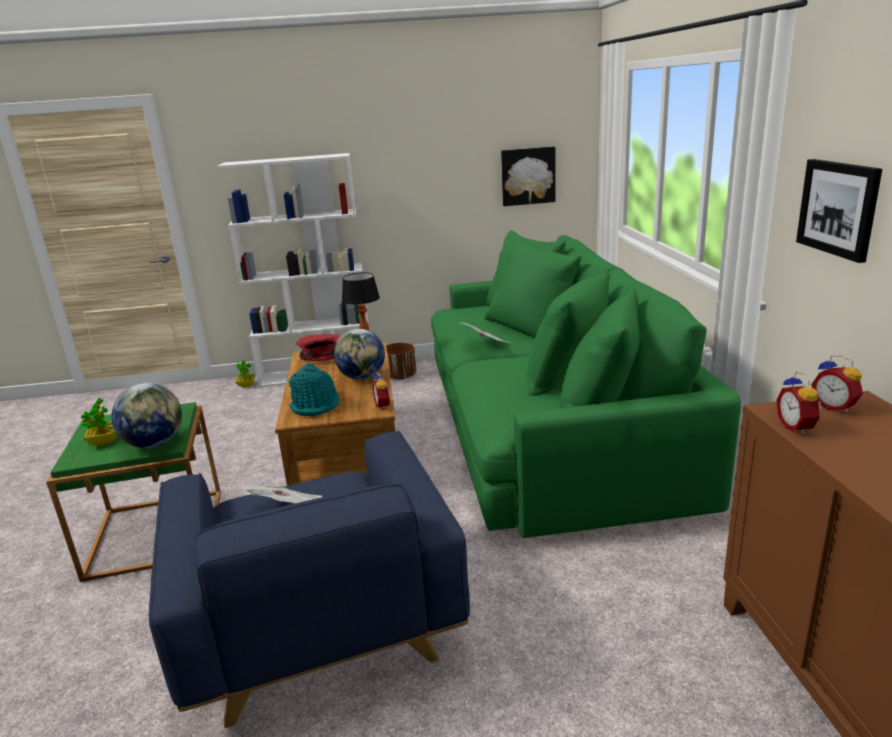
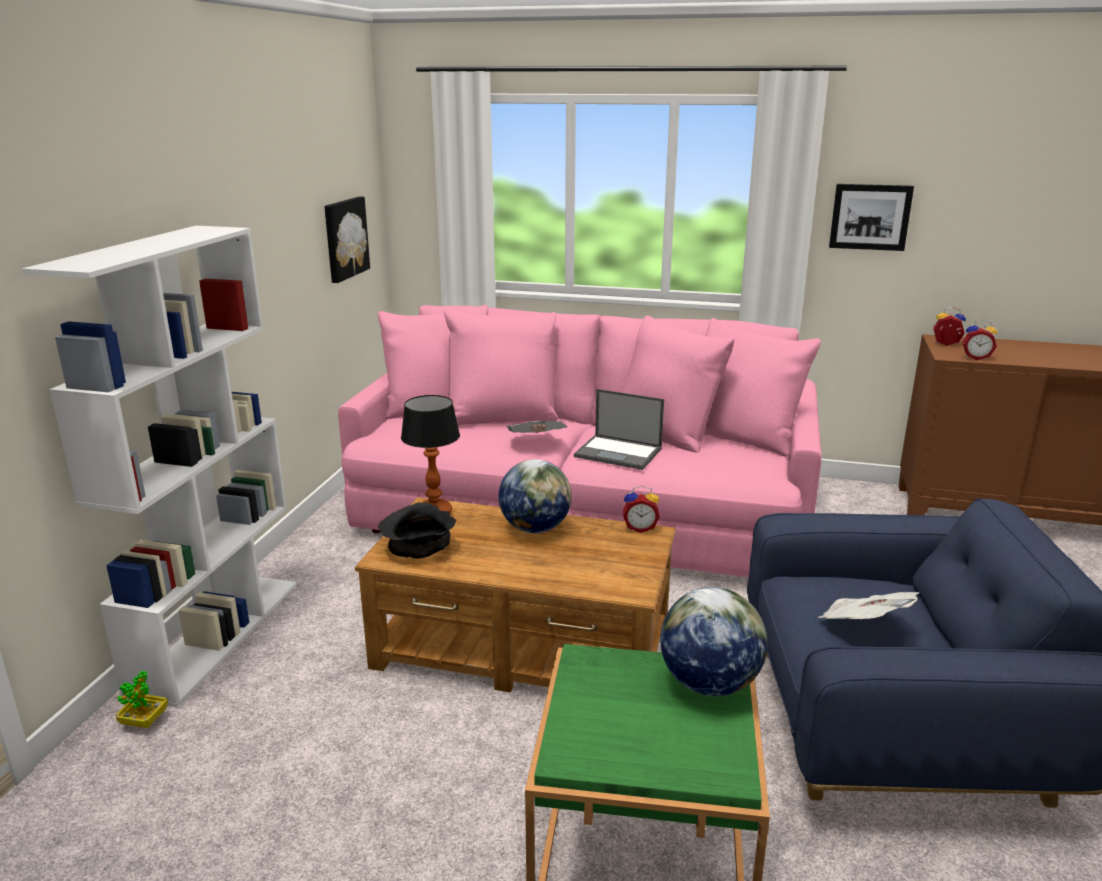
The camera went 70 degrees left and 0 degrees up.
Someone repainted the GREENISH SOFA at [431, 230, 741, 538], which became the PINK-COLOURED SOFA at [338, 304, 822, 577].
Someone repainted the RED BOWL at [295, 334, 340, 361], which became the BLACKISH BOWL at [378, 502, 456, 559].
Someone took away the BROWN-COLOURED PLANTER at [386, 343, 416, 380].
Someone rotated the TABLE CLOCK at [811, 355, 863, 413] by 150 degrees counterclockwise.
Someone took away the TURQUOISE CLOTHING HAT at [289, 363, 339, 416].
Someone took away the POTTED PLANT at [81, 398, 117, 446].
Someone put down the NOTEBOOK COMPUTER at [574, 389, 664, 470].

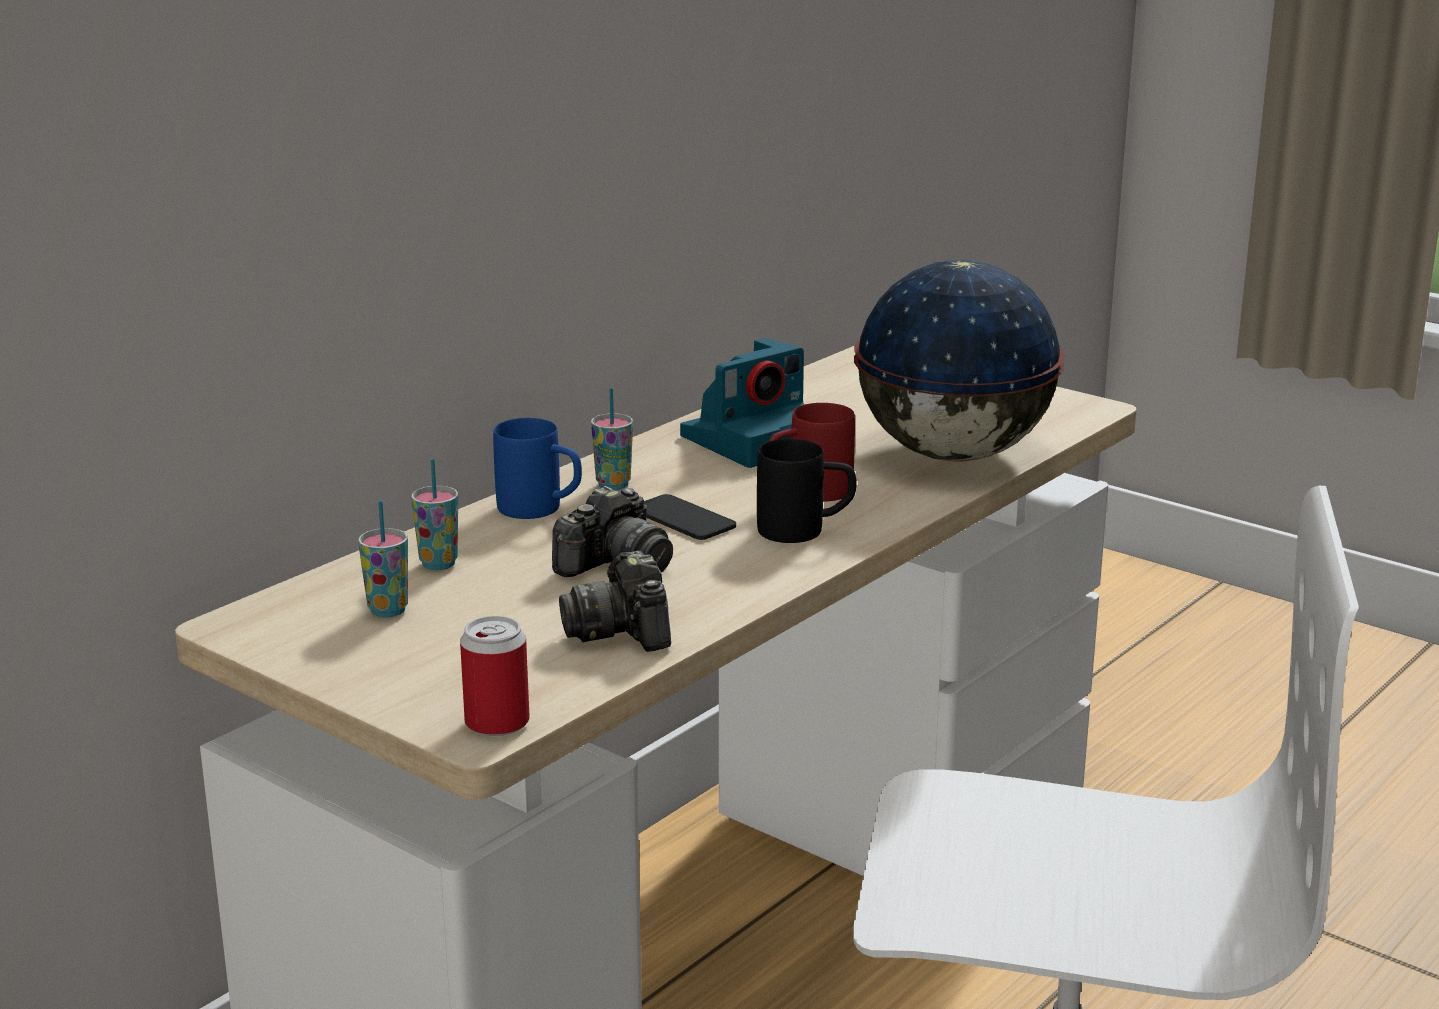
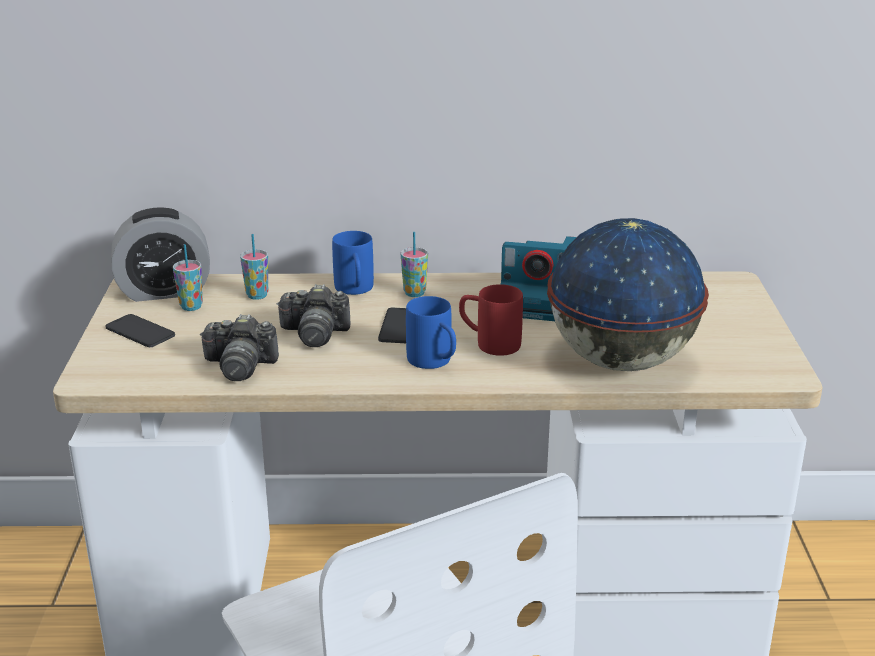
The camera went 50 degrees right and 5 degrees up.
Someone repainted the BLACKISH TEA MUG at [757, 439, 856, 543], which became the BLUE TEA MUG at [406, 296, 456, 369].
Someone rotated the PHOTO CAMERA at [559, 551, 671, 652] by 120 degrees counterclockwise.
Someone took away the METAL CAN at [460, 616, 530, 736].
Someone put down the TABLE CLOCK at [112, 208, 210, 302].
Someone put down the PHONE at [105, 314, 175, 347].

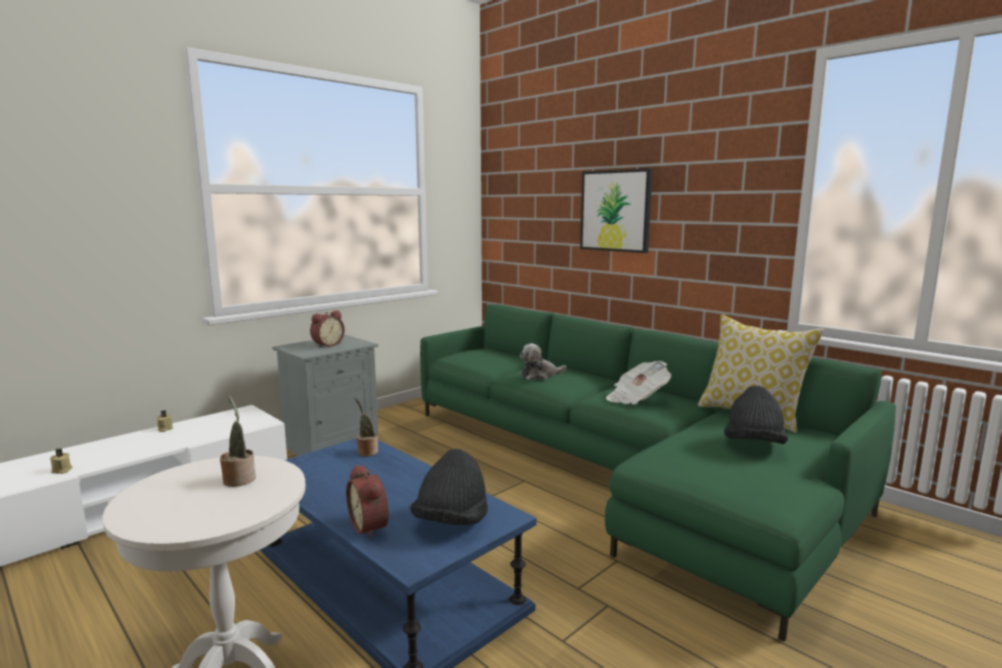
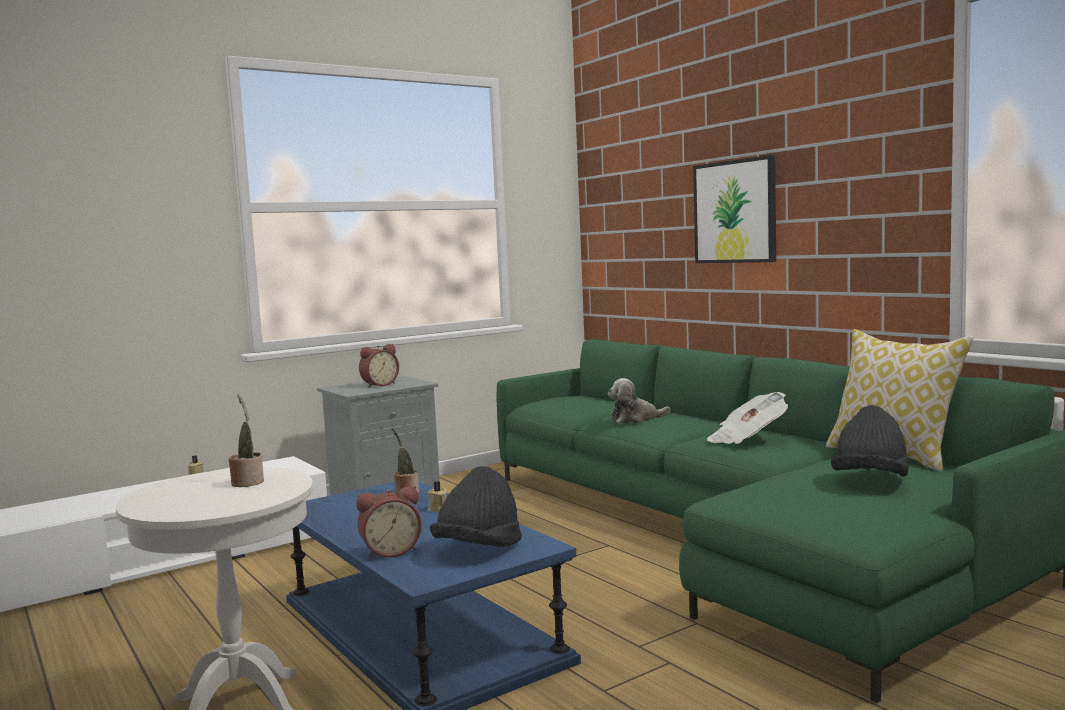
The camera went 10 degrees right and 5 degrees down.
Someone carried the SAND-COLOURED WAX CANDLE from [50, 449, 73, 474] to [428, 481, 447, 512].
Someone rotated the TABLE CLOCK at [346, 464, 389, 539] by 90 degrees counterclockwise.

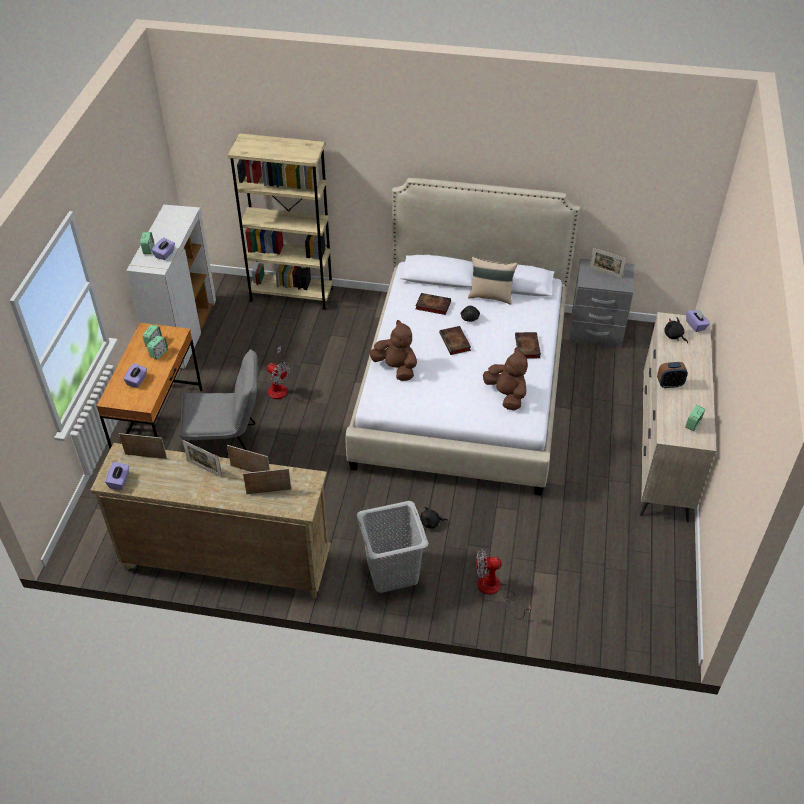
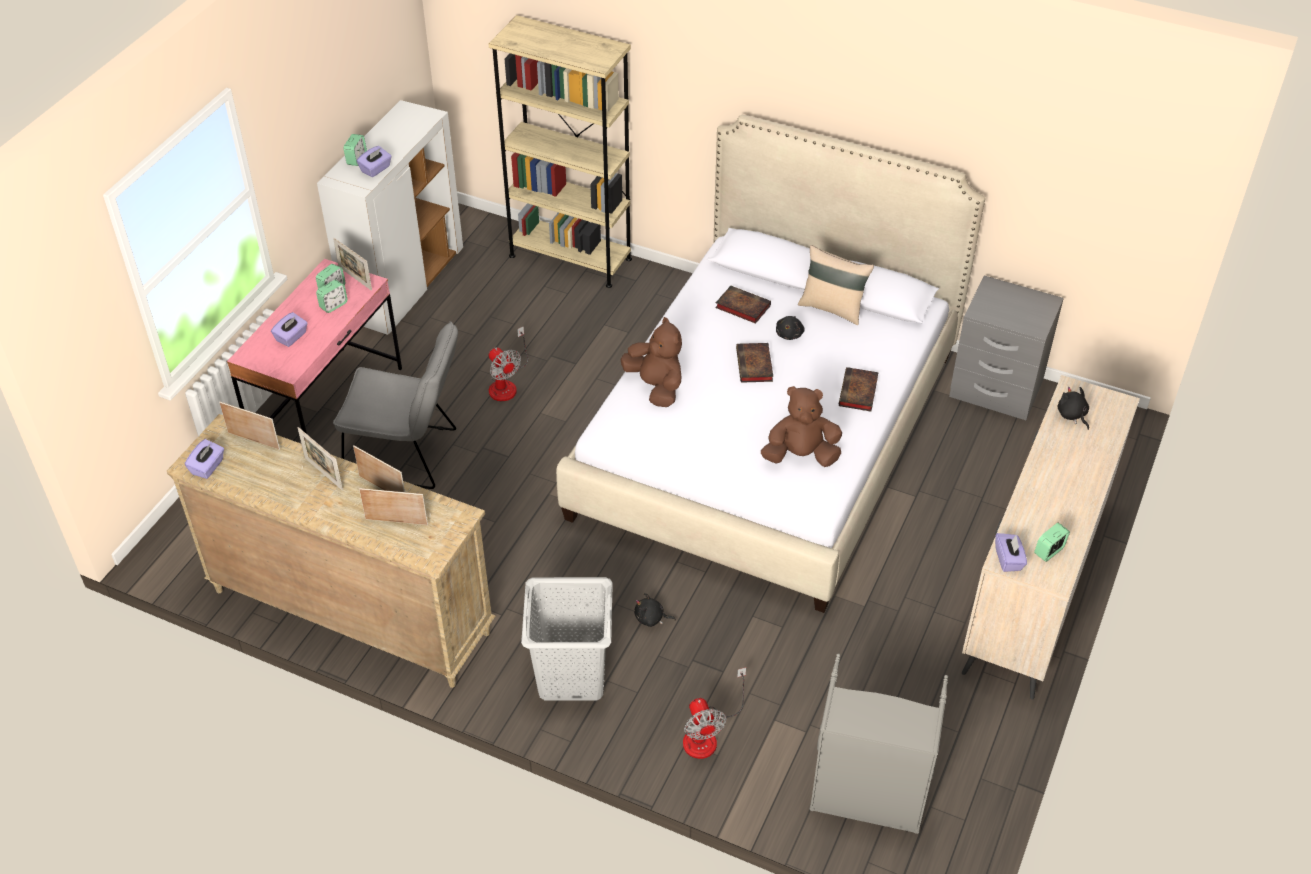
The camera went 15 degrees right and 0 degrees up.
Someone carried the PHOTO FRAME from [590, 248, 626, 278] to [333, 238, 372, 291].
Someone carried the PURPLE-COLOURED BOX OF TISSUES from [686, 309, 709, 332] to [995, 533, 1027, 572].
Someone repainted the BROWN-COLOURED DESK at [96, 323, 202, 449], which became the PINK-COLOURED DESK at [227, 259, 402, 434].
Someone rotated the BROWN-COLOURED PLUSH TOY at [483, 348, 528, 410] by 75 degrees counterclockwise.
Someone took away the TABLE CLOCK at [657, 362, 688, 388].
Someone rotated the FAN at [476, 549, 531, 619] by 120 degrees counterclockwise.
Someone put down the GRAY HAMPER at [810, 653, 948, 834].

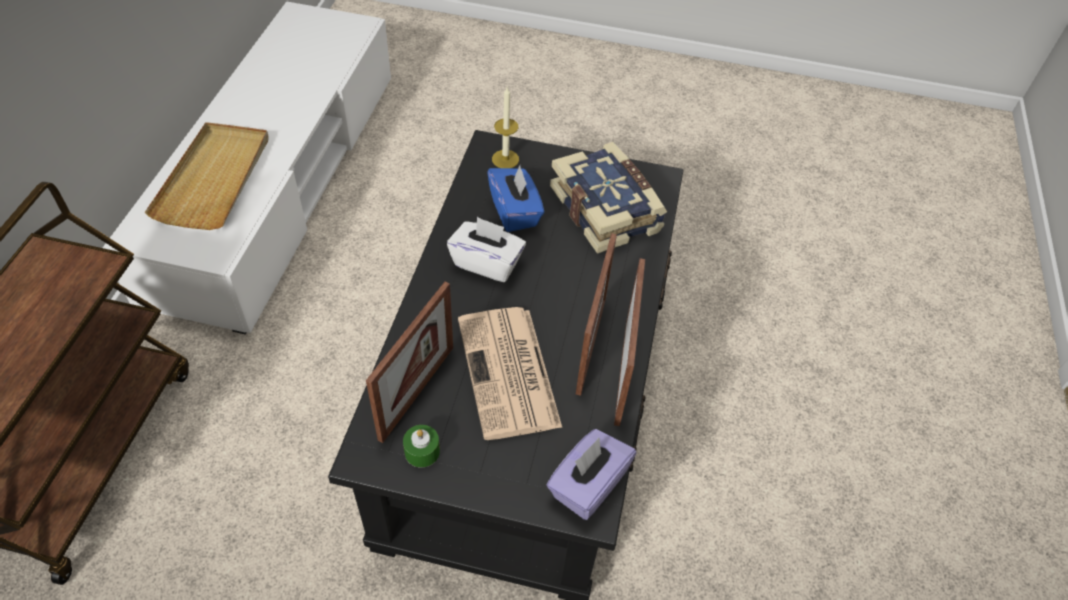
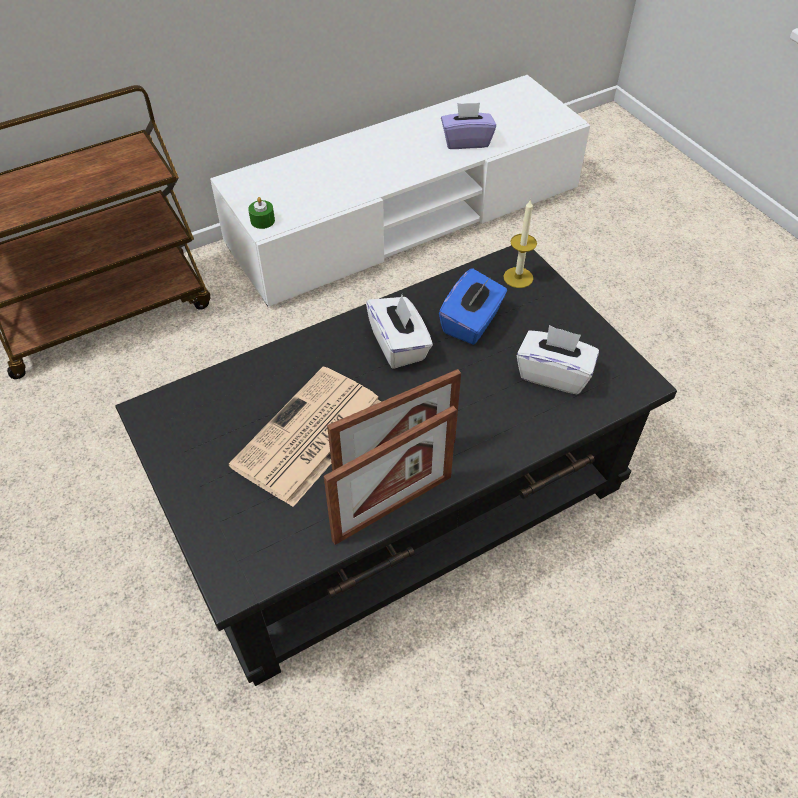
The camera went 50 degrees right and 0 degrees up.
Someone took away the SAND-COLOURED SERVING TRAY at [144, 122, 269, 230].
Someone swapped the BOOK at [550, 142, 667, 254] for the WHITISH BOX OF TISSUES at [517, 325, 599, 394].
Someone took away the PHOTO FRAME at [366, 282, 453, 443].
Someone carried the GREENISH WAX CANDLE from [403, 425, 440, 468] to [248, 197, 275, 229].
Someone carried the PURPLE-COLOURED BOX OF TISSUES from [547, 429, 636, 520] to [441, 103, 496, 149].

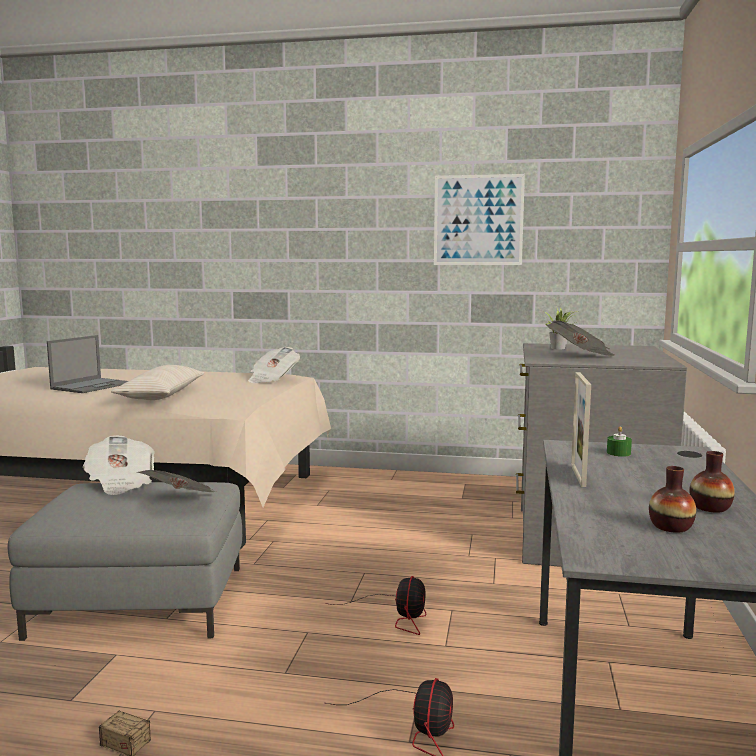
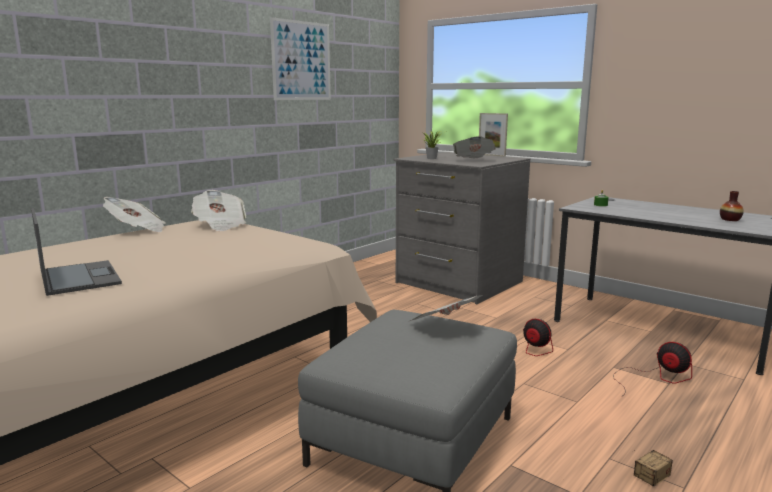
The camera went 60 degrees left and 5 degrees up.
Someone took away the SAND-COLOURED PILLOW at [111, 365, 205, 400].
Someone carried the PHOTO FRAME from [571, 372, 591, 487] to [479, 113, 508, 157].
Someone carried the PRINTED PAPER from [83, 435, 155, 495] to [103, 197, 166, 232].
Someone took away the VASE at [689, 451, 735, 513].

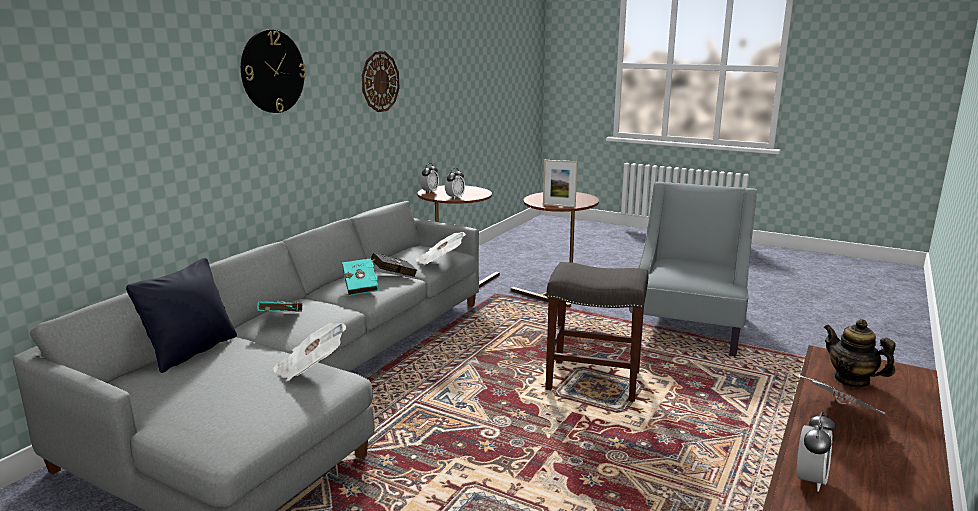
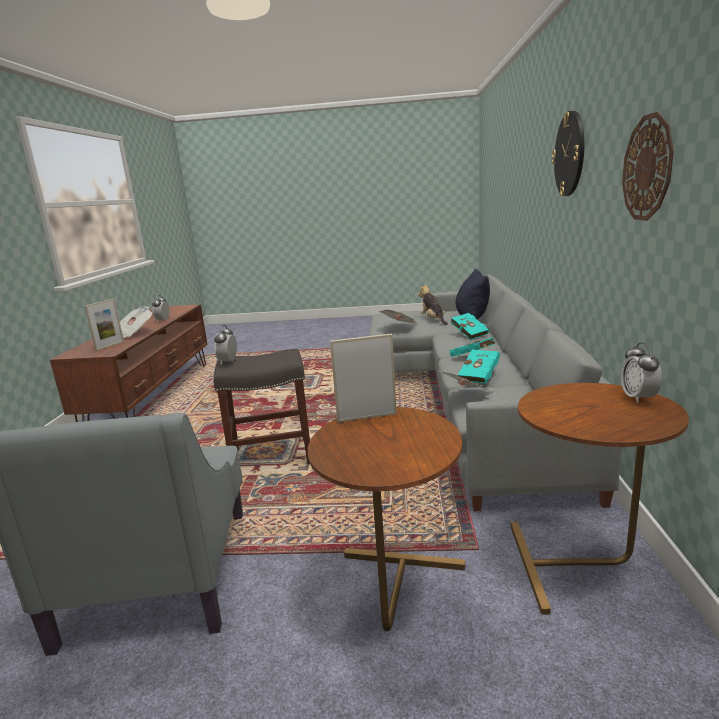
The camera went 155 degrees right and 0 degrees up.
Someone carried the TABLE CLOCK from [445, 168, 465, 199] to [214, 325, 237, 364].
Someone repainted the BLACKISH BOOK at [371, 253, 417, 277], which became the TURQUOISE BOOK at [458, 350, 500, 383].
Someone swapped the TEAPOT at [823, 319, 896, 388] for the PHOTO FRAME at [85, 299, 124, 351].
Someone put down the PLUSH TOY at [418, 284, 448, 325].

